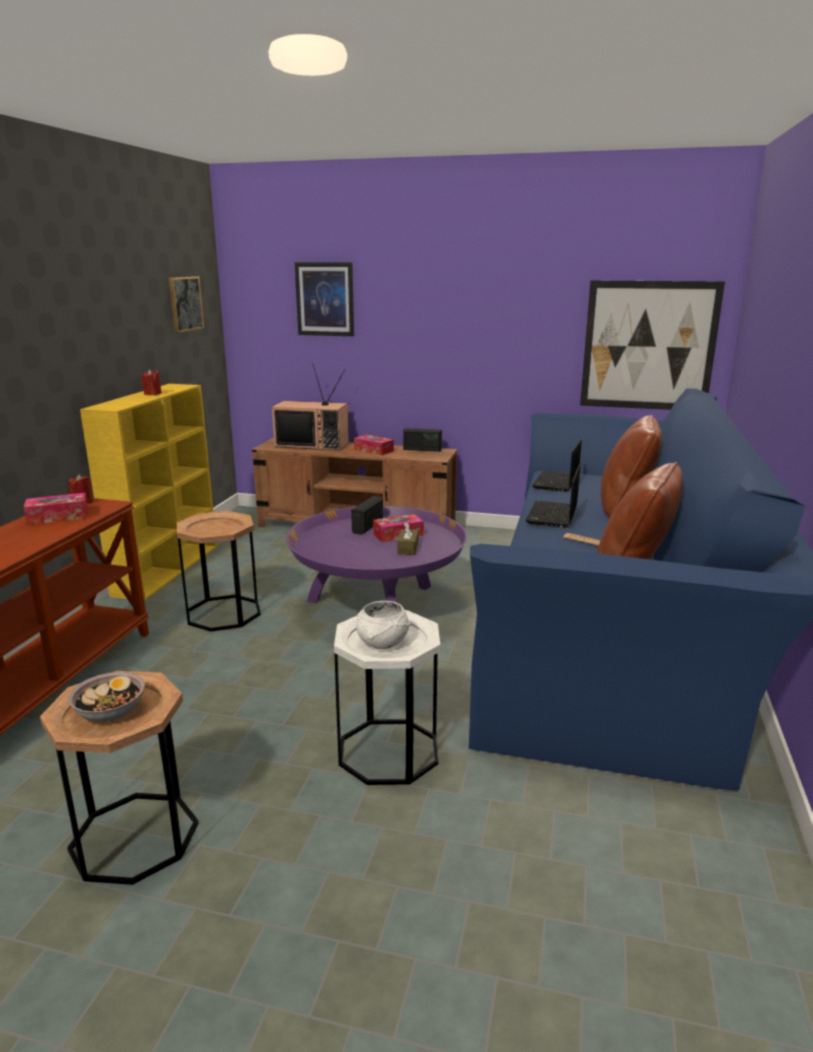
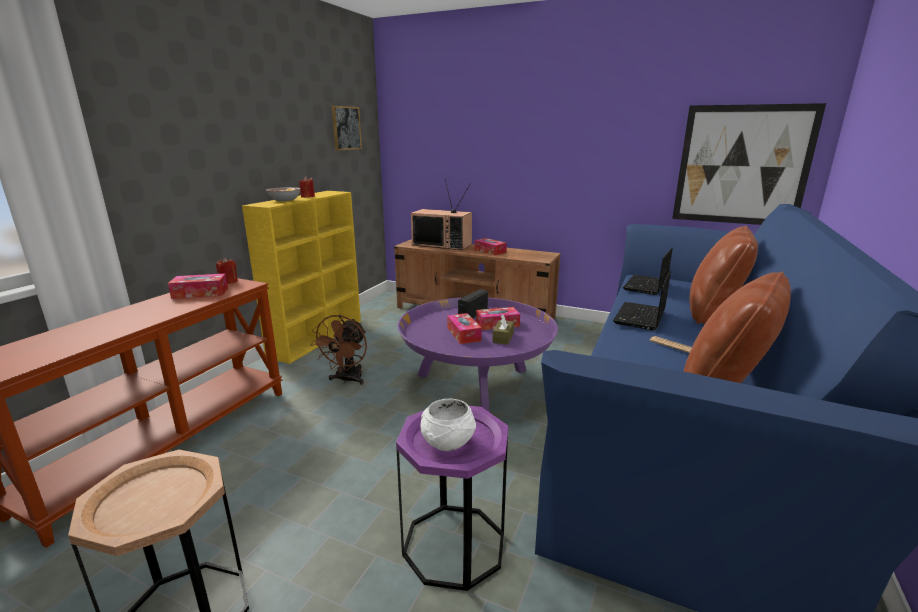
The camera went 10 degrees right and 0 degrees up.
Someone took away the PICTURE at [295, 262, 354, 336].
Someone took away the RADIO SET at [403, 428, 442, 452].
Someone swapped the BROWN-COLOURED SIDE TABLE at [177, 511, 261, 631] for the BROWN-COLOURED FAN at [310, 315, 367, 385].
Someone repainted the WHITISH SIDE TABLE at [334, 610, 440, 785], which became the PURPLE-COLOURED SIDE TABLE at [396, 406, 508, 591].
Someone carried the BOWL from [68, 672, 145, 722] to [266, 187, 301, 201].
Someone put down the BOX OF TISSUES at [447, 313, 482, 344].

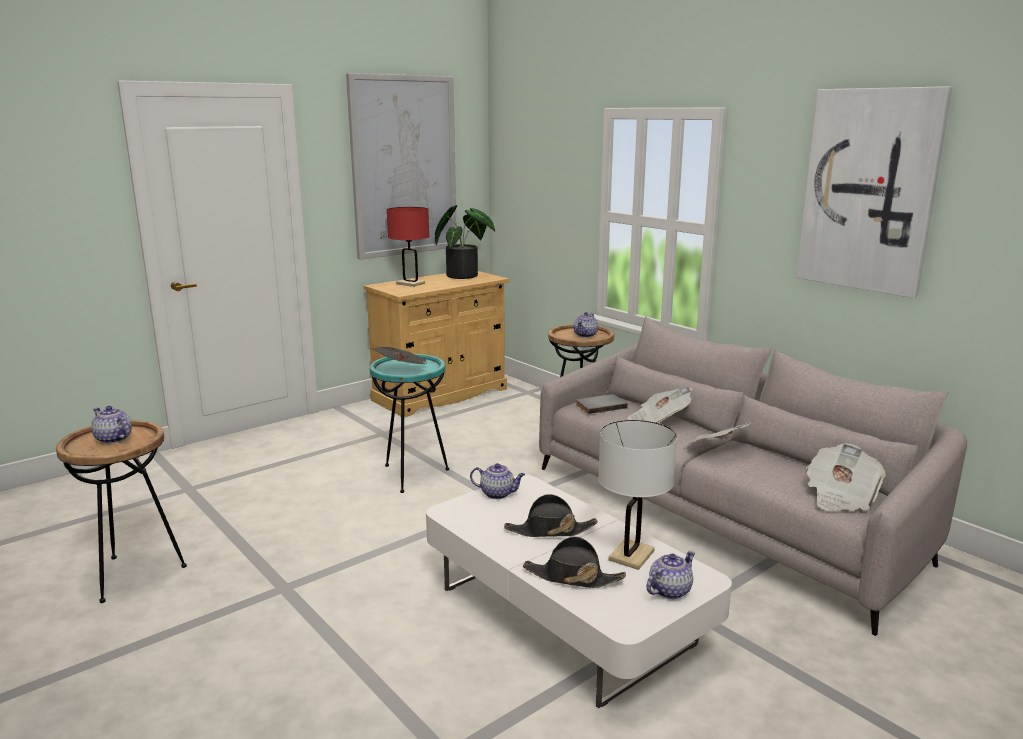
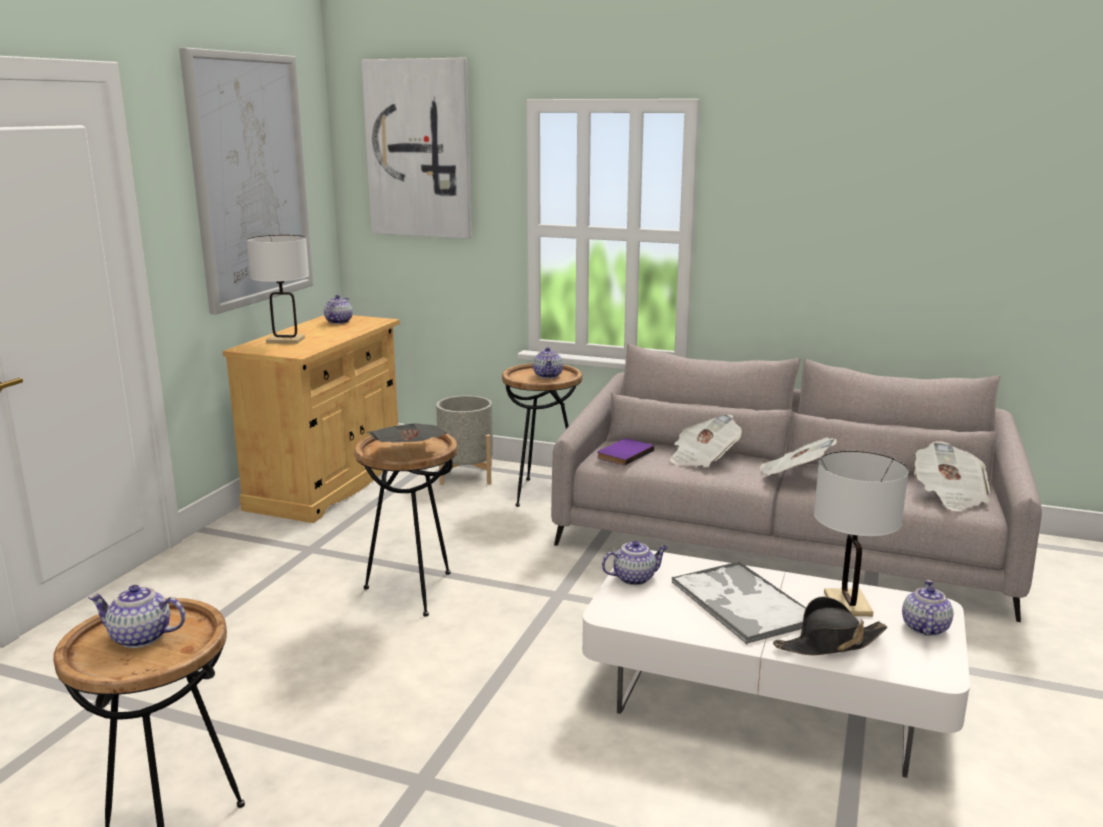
The camera went 30 degrees left and 0 degrees up.
Someone carried the PICTURE from [796, 86, 952, 298] to [361, 58, 471, 238].
Someone swapped the POTTED PLANT at [435, 205, 495, 279] for the TEAPOT at [324, 295, 353, 324].
Someone repainted the RED TABLE LAMP at [387, 207, 429, 287], which became the WHITISH TABLE LAMP at [246, 235, 309, 344].
Someone repainted the TURQUOISE SIDE TABLE at [370, 354, 449, 493], which became the BROWN-COLOURED SIDE TABLE at [354, 434, 457, 617].
Someone repainted the GRAY BOOK at [576, 394, 628, 414], which became the PURPLE-COLOURED BOOK at [597, 438, 654, 466].
Someone swapped the BLACKISH CLOTHING HAT at [504, 494, 598, 537] for the SERVING TRAY at [672, 561, 806, 645].
Someone put down the GRAY PLANTER at [436, 395, 493, 485].

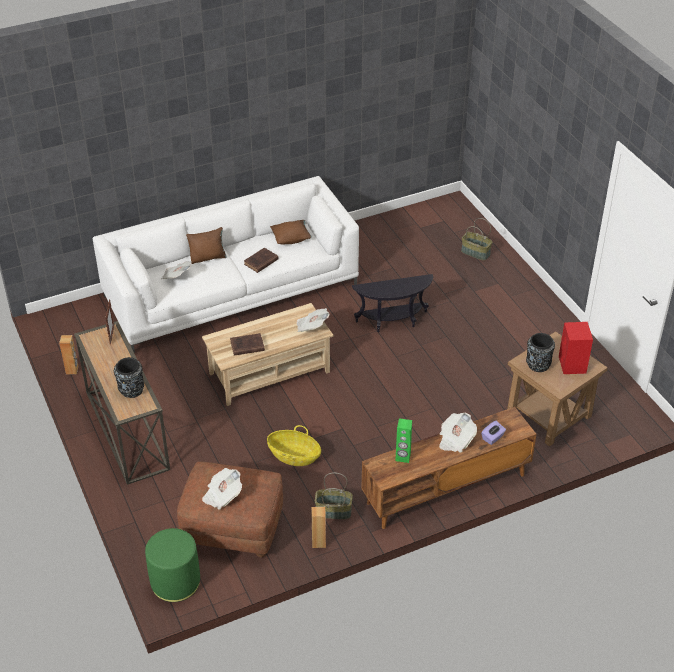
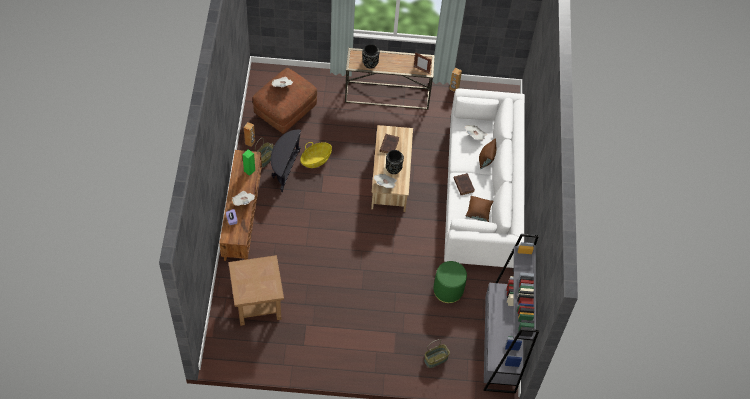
The camera went 115 degrees right and 15 degrees up.
Someone carried the BLACKISH SIDE TABLE from [352, 274, 433, 332] to [271, 129, 301, 192].
Someone took away the RED LOUDSPEAKER at [559, 322, 593, 374].
Someone carried the BLACKISH VASE from [526, 333, 555, 372] to [386, 150, 404, 174].
Someone carried the GREENISH OTTOMAN from [145, 528, 200, 602] to [433, 261, 467, 303].
Someone put down the GRAY SHELVING UNIT at [483, 234, 539, 394].

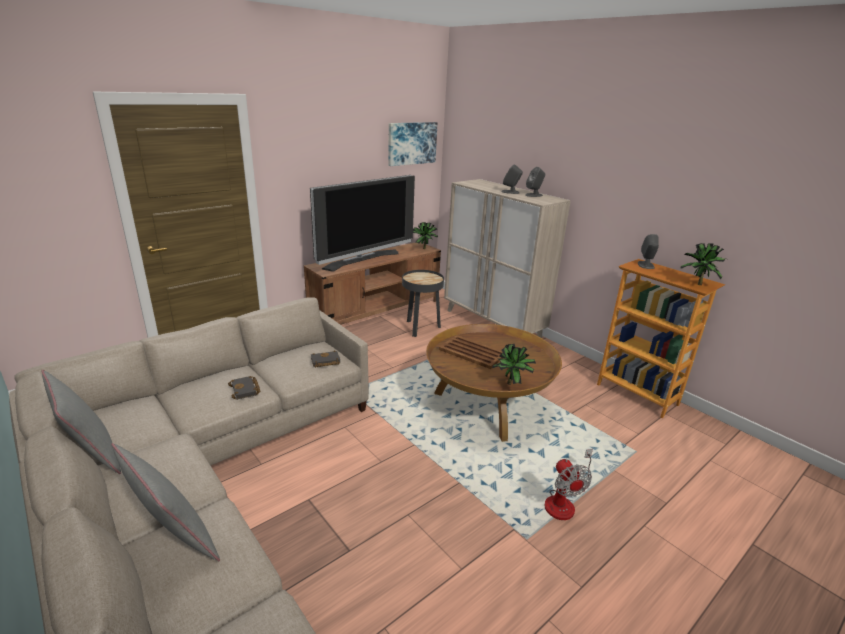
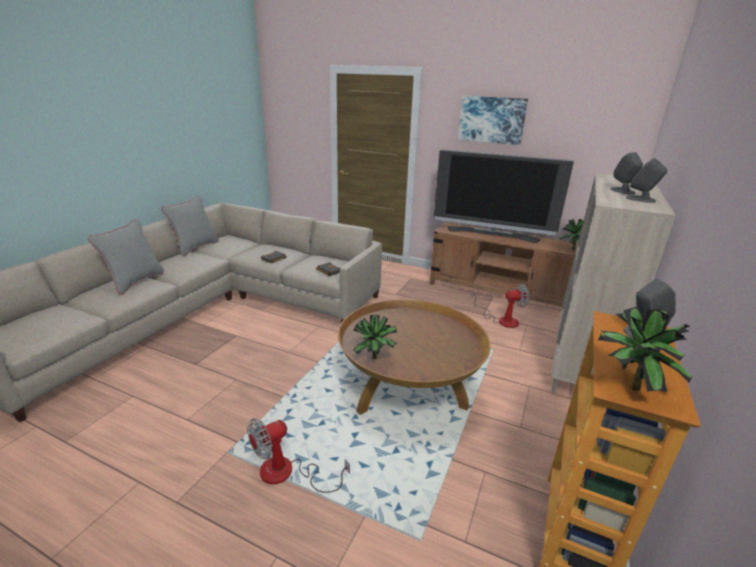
The camera went 65 degrees right and 0 degrees up.
Someone carried the PICTURE from [388, 122, 437, 166] to [458, 96, 528, 145].
Someone swapped the BLACKISH SIDE TABLE at [402, 270, 444, 337] for the FAN at [471, 283, 529, 328].
Someone took away the BROWN-COLOURED SERVING TRAY at [439, 335, 503, 369].

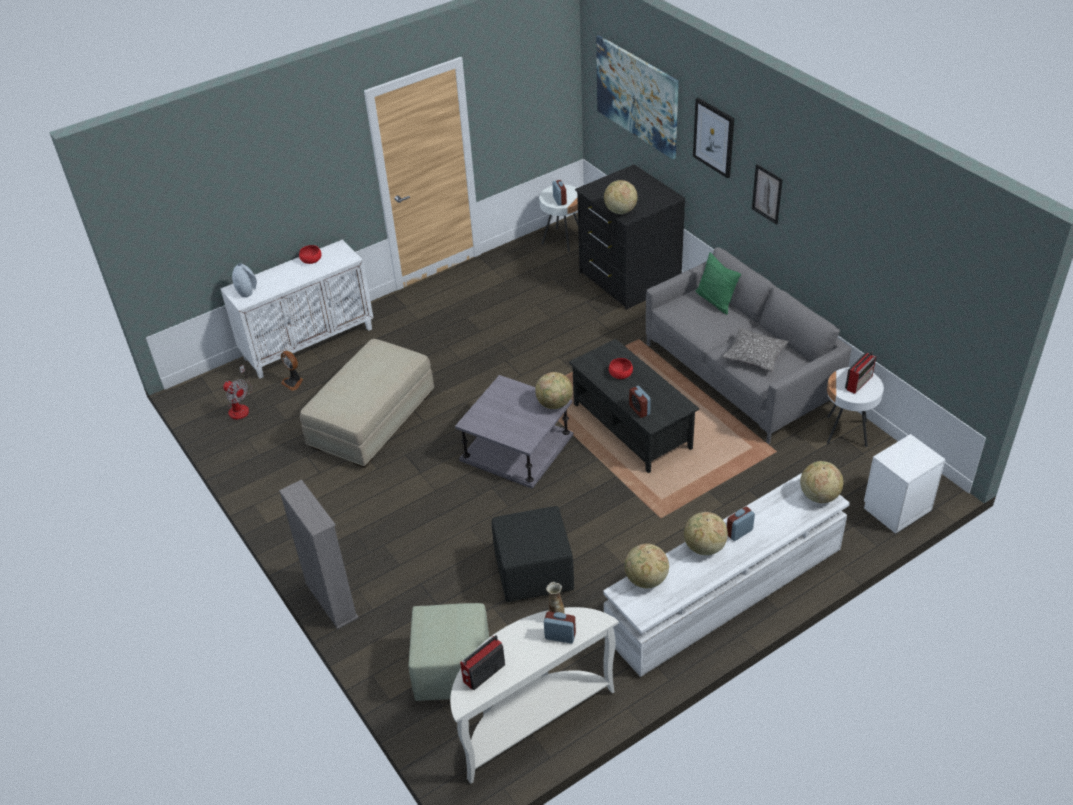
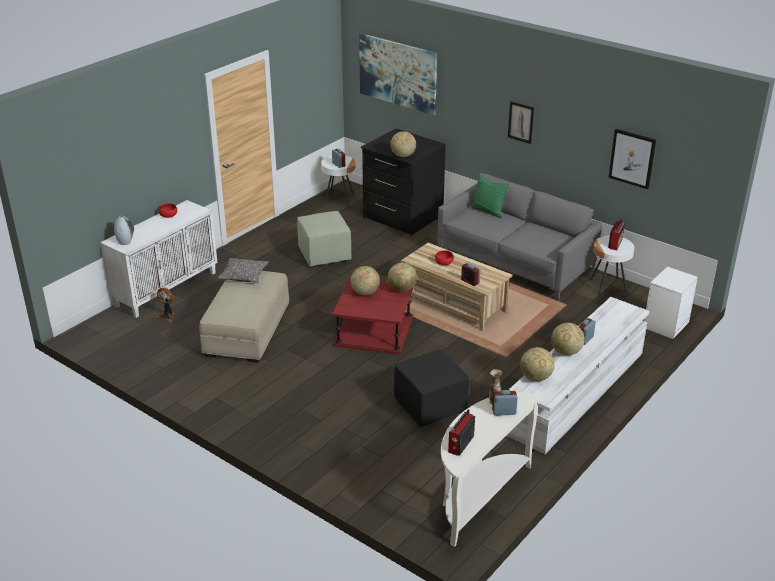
The camera went 20 degrees left and 10 degrees down.
Someone carried the PICTURE from [693, 98, 734, 178] to [609, 129, 656, 189].
Someone carried the PILLOW from [722, 328, 789, 372] to [218, 258, 269, 283].
Someone repainted the BLACKISH LOUNGE TABLE at [569, 339, 699, 473], which became the SAND-COLOURED LOUNGE TABLE at [401, 243, 513, 331].
Someone took away the FAN at [223, 365, 252, 420].
Someone repainted the GRAY SIDE TABLE at [455, 375, 573, 489], which became the RED SIDE TABLE at [332, 278, 414, 355].
Someone carried the DESK GLOBE from [800, 461, 844, 503] to [351, 266, 380, 296].
Someone took away the GRAY SHELVING UNIT at [279, 480, 359, 629].
Someone carried the GREENISH OTTOMAN from [409, 603, 489, 701] to [297, 211, 351, 267].

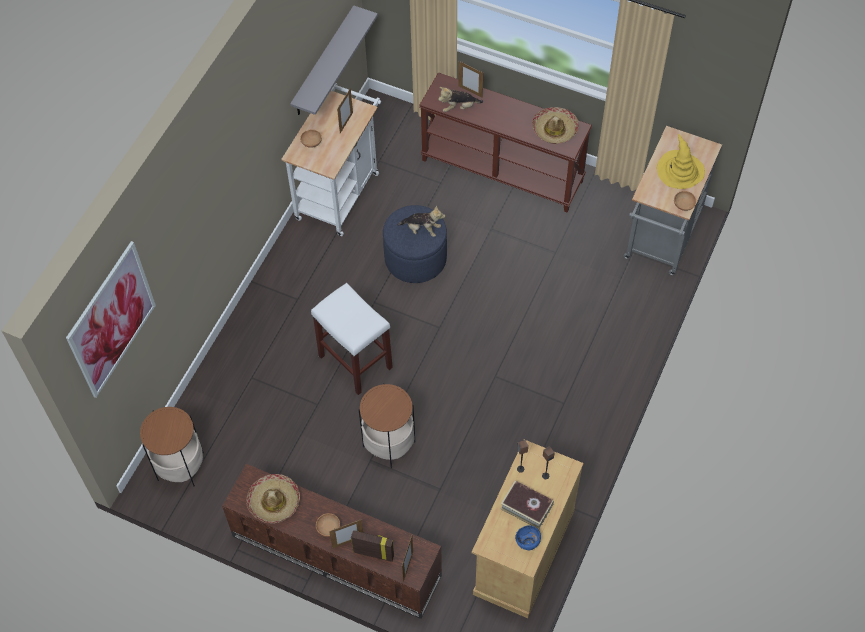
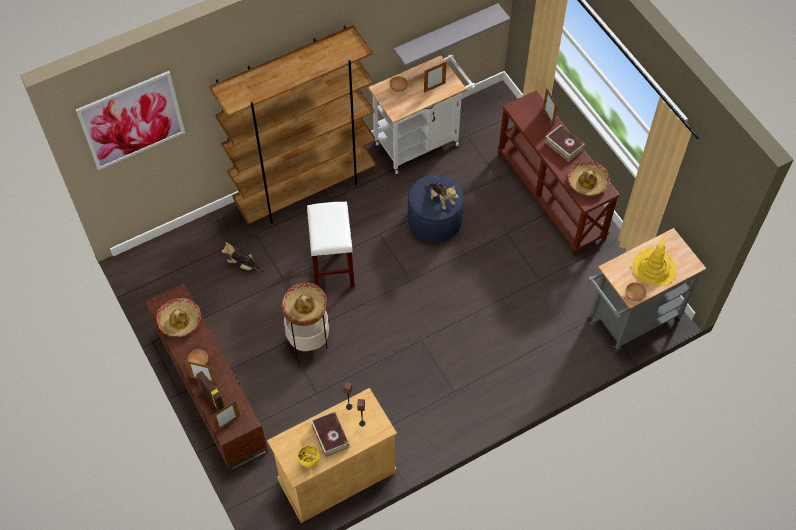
The camera went 35 degrees right and 0 degrees up.
Someone carried the PLUSH TOY from [438, 87, 483, 112] to [222, 242, 265, 272].
Someone took away the SIDE TABLE at [140, 407, 204, 486].
Someone repainted the BLUE BOWL at [515, 525, 541, 550], which became the YELLOWISH BOWL at [297, 446, 320, 468].
Someone put down the BROWN-COLOURED SHELVING UNIT at [209, 25, 376, 224].
Someone put down the BOOK at [545, 125, 585, 162].
Someone put down the CLOTHING HAT at [283, 283, 327, 321].

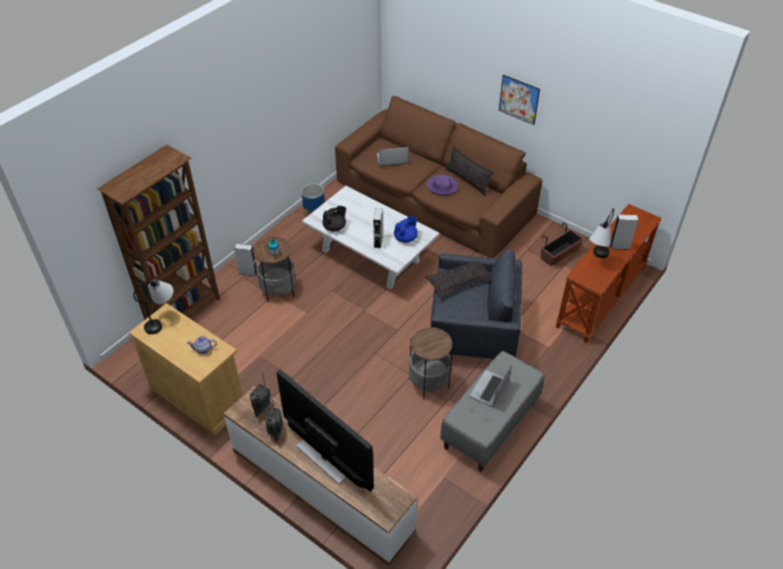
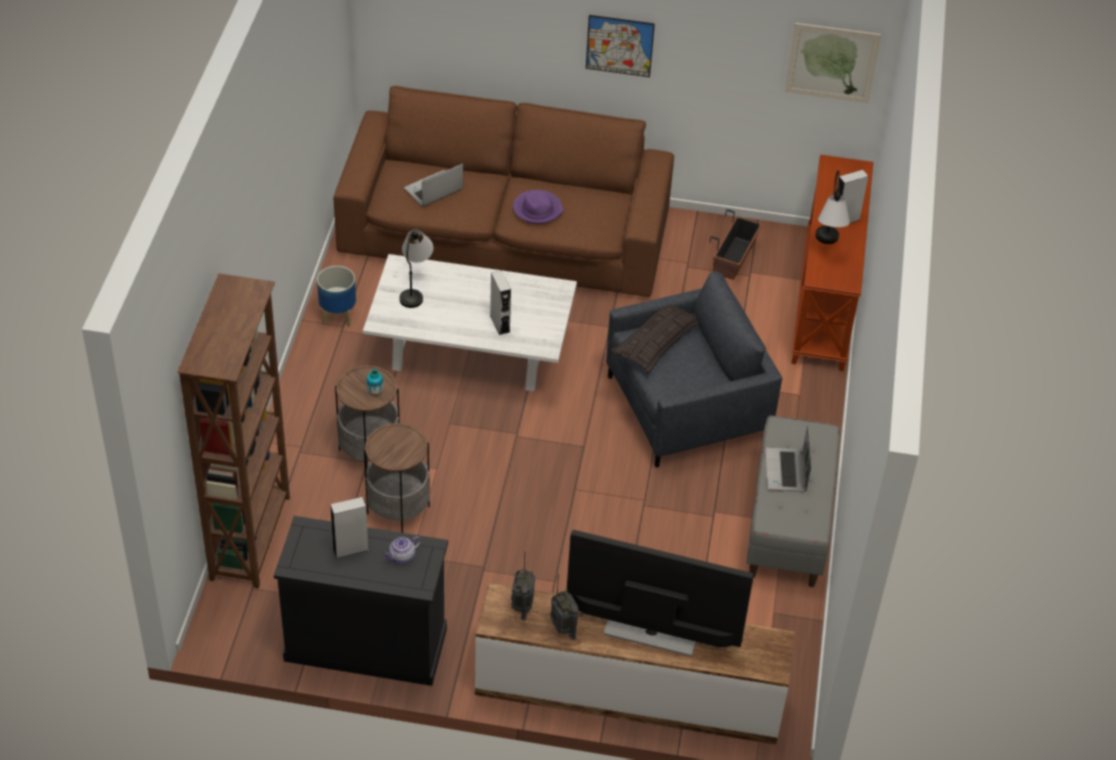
The camera went 30 degrees left and 0 degrees up.
Someone took away the PILLOW at [445, 146, 494, 196].
Someone took away the BLACKISH TEAPOT at [323, 206, 346, 231].
Someone took away the BLUE TEAPOT at [394, 216, 418, 243].
Someone carried the GRAY LOUDSPEAKER from [234, 244, 257, 276] to [330, 497, 369, 559].
Someone carried the TABLE LAMP from [134, 279, 173, 334] to [400, 229, 433, 308].
Someone repainted the SAND-COLOURED CUPBOARD at [129, 303, 243, 436], which became the BLACKISH CUPBOARD at [274, 516, 448, 686].
Someone carried the SIDE TABLE from [409, 327, 453, 399] to [364, 422, 430, 533].
Someone put up the PICTURE at [785, 23, 881, 103].

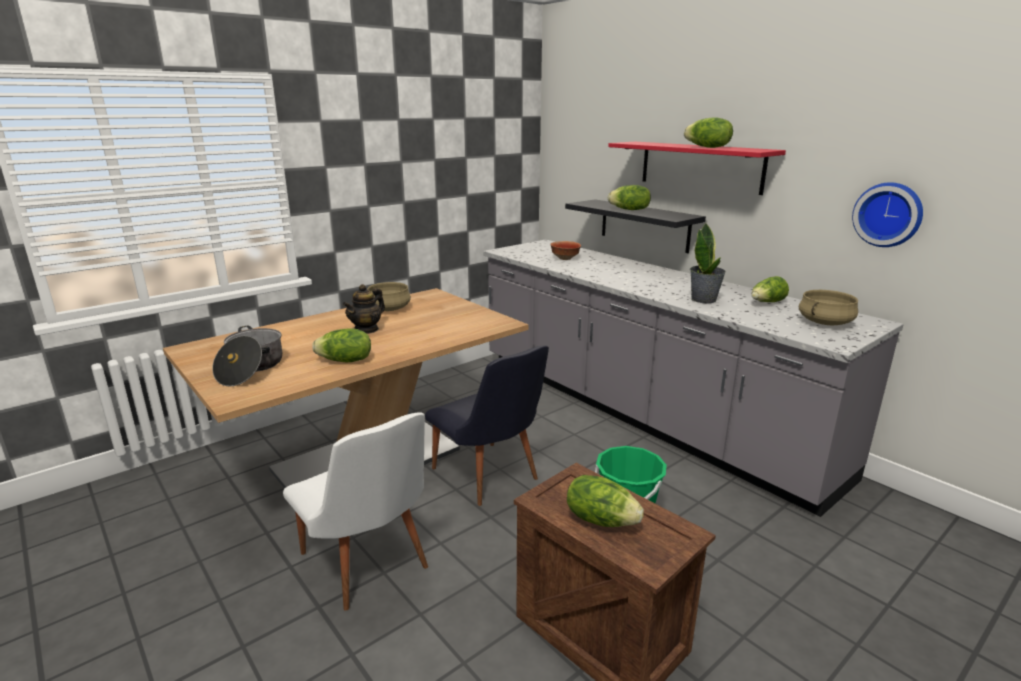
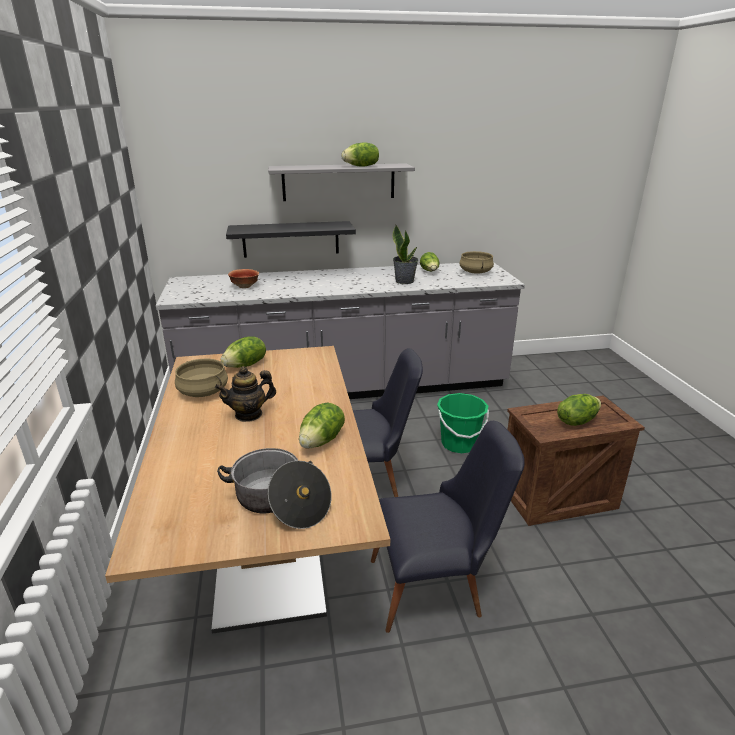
The camera went 60 degrees left and 5 degrees up.
Someone repainted the RED WALL SHELF at [608, 142, 786, 195], which became the GRAY WALL SHELF at [268, 163, 415, 201].
Someone took away the CLOCK ON THE WALL at [852, 182, 923, 247].
Someone carried the LETTUCE HEAD from [607, 185, 651, 210] to [221, 336, 266, 368].
Someone rotated the TEAPOT at [342, 284, 385, 334] by 90 degrees clockwise.
Someone repainted the WHITISH PLAIN CHAIR at [283, 412, 428, 610], which became the BLACKISH PLAIN CHAIR at [371, 421, 525, 633].

